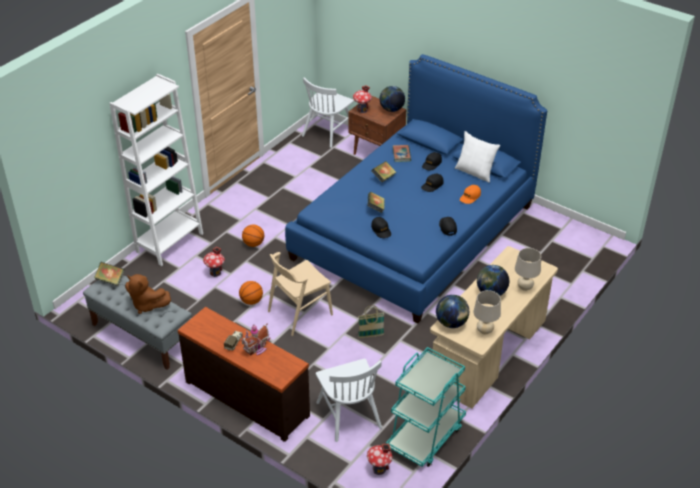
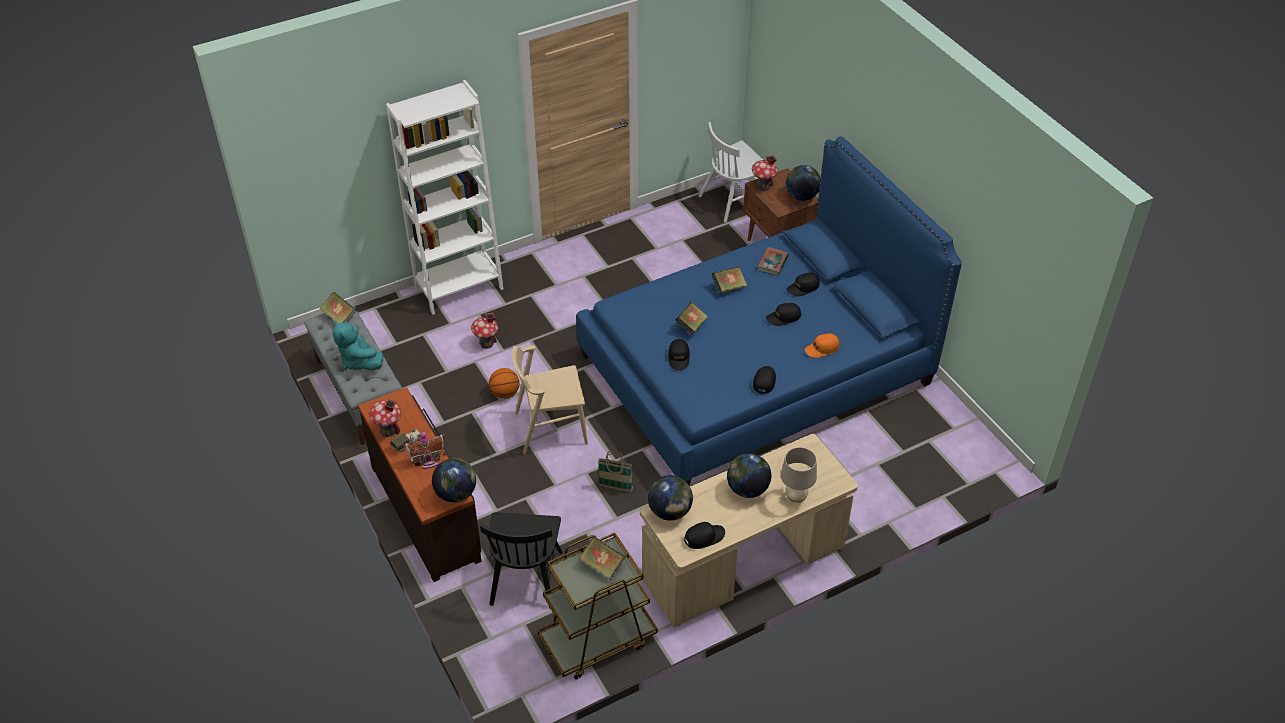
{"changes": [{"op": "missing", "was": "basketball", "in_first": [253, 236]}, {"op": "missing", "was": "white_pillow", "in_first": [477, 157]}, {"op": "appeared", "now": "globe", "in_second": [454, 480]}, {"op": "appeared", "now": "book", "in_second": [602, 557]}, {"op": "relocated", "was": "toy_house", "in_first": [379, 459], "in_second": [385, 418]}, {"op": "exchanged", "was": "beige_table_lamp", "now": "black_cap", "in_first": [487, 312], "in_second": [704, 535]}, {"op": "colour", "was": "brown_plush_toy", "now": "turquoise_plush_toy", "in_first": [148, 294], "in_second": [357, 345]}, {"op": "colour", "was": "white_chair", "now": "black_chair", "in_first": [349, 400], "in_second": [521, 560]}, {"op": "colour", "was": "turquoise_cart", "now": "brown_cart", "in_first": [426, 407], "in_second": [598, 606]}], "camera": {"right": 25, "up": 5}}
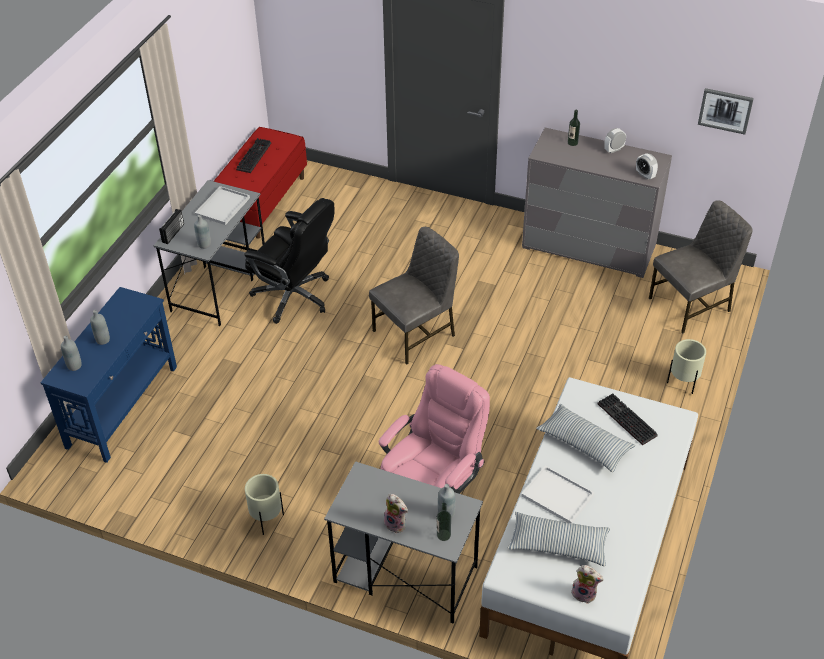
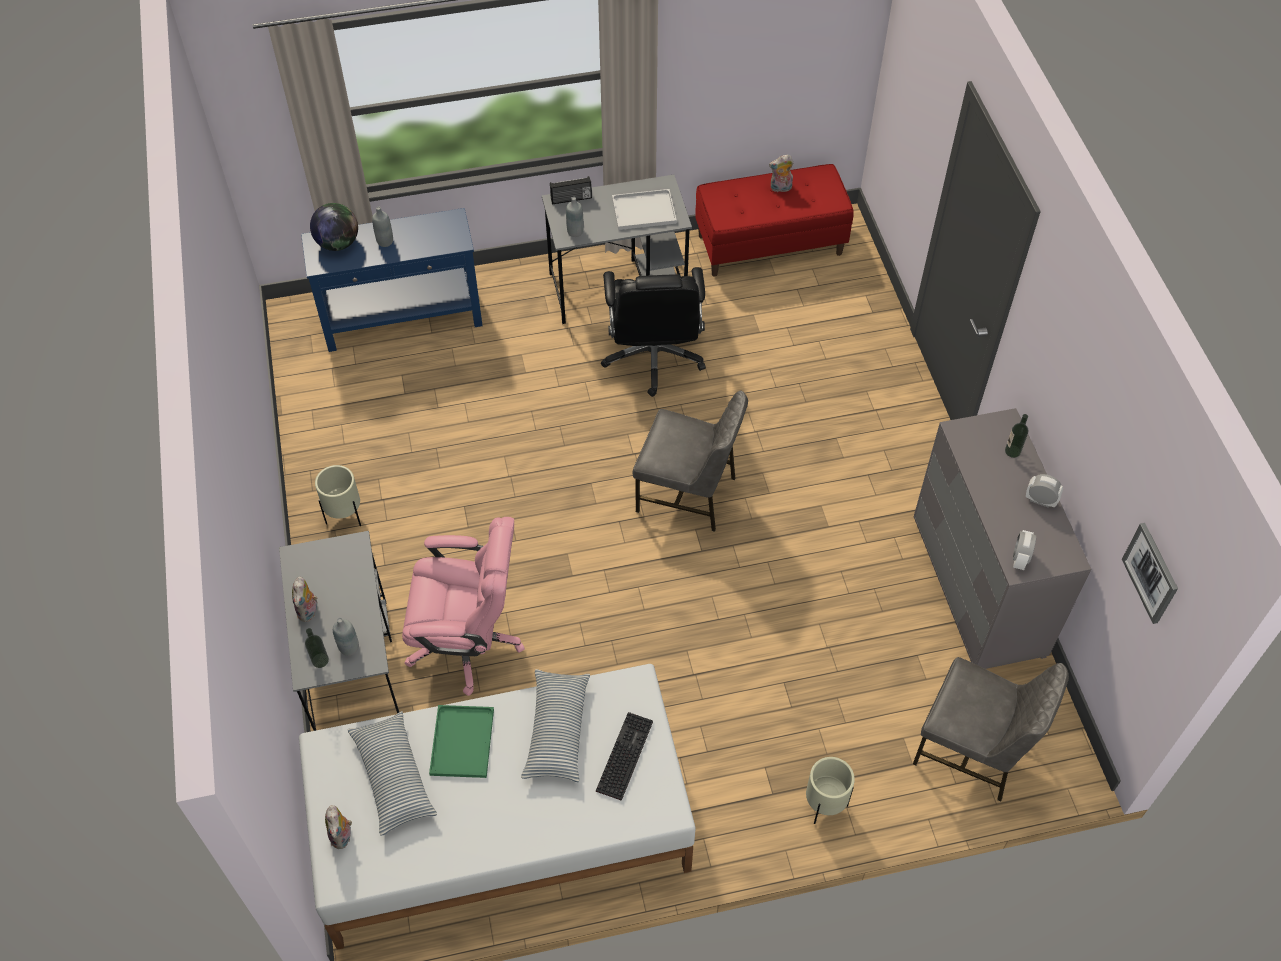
{"changes": [{"op": "exchanged", "was": "grey_bottle", "now": "globe", "in_first": [71, 353], "in_second": [334, 227]}, {"op": "exchanged", "was": "keyboard", "now": "plush_toy", "in_first": [253, 155], "in_second": [781, 173]}, {"op": "colour", "was": "white_tray", "now": "green_tray", "in_first": [557, 494], "in_second": [461, 741]}], "camera": {"right": 55, "up": 10}}
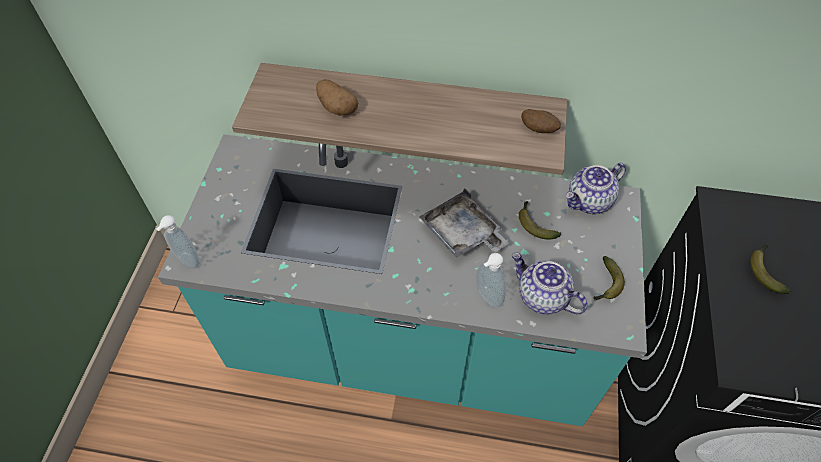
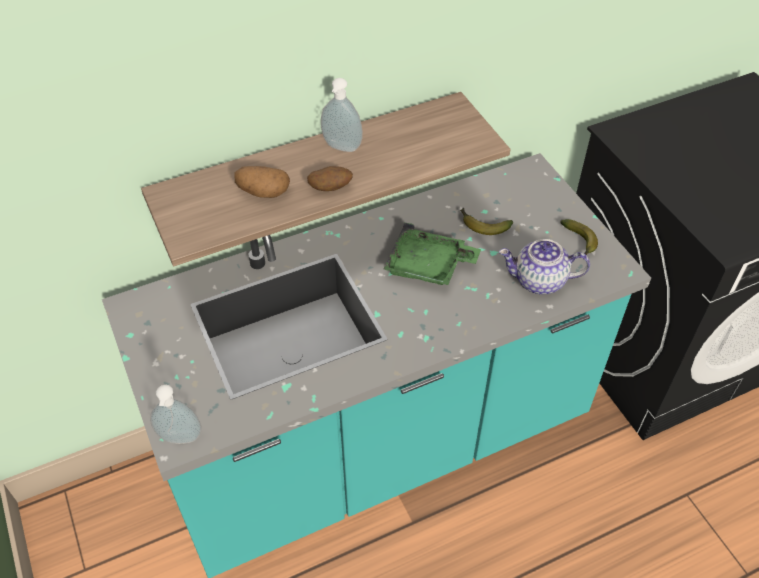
{"changes": [{"op": "missing", "was": "teapot", "in_first": [595, 188]}, {"op": "missing", "was": "banana", "in_first": [770, 269]}, {"op": "relocated", "was": "soap_dispenser", "in_first": [491, 280], "in_second": [342, 115]}, {"op": "relocated", "was": "potato", "in_first": [541, 121], "in_second": [330, 178]}, {"op": "colour", "was": "grey_tray", "now": "green_tray", "in_first": [464, 223], "in_second": [432, 253]}], "camera": {"right": -35, "up": -5}}
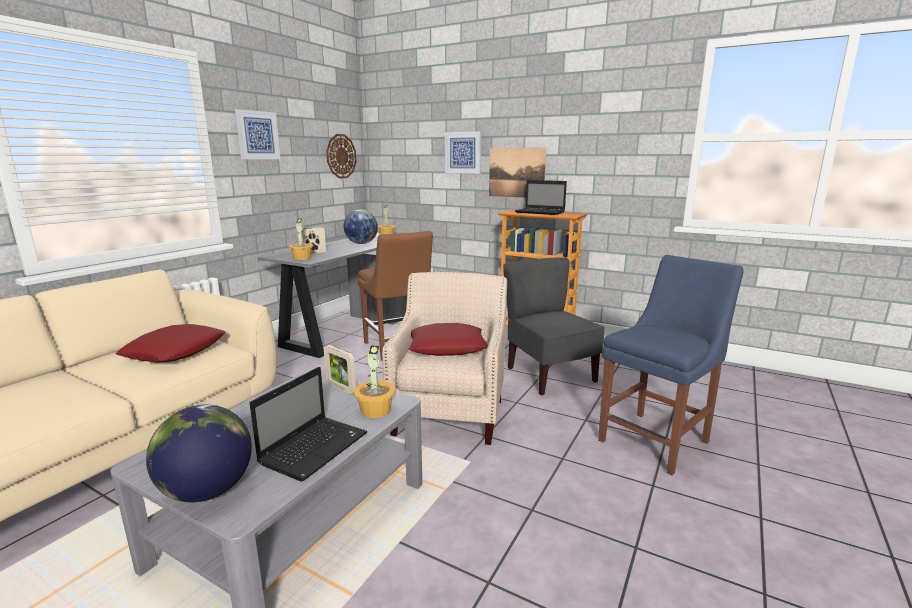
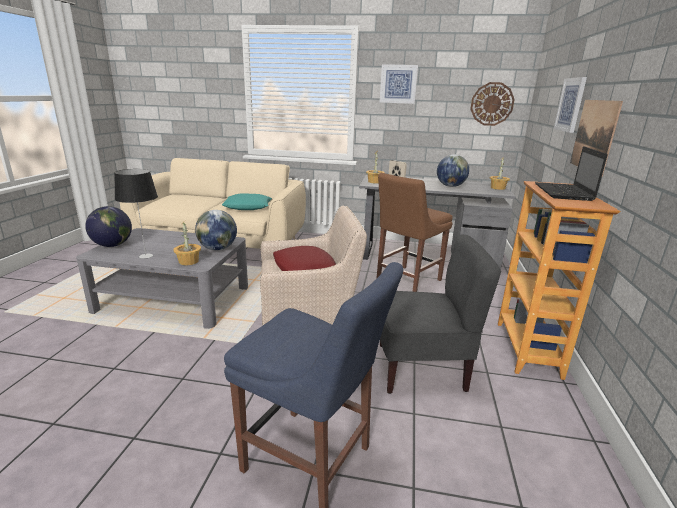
{"changes": [{"op": "exchanged", "was": "laptop", "now": "table_lamp", "in_first": [308, 424], "in_second": [136, 214]}, {"op": "exchanged", "was": "picture_frame", "now": "globe", "in_first": [340, 370], "in_second": [216, 230]}, {"op": "colour", "was": "red_pillow", "now": "turquoise_pillow", "in_first": [170, 343], "in_second": [247, 201]}, {"op": "spun", "was": "grey_chair", "in_first": [554, 326], "in_second": [440, 314], "clockwise": 45}], "camera": {"right": 70, "up": 5}}
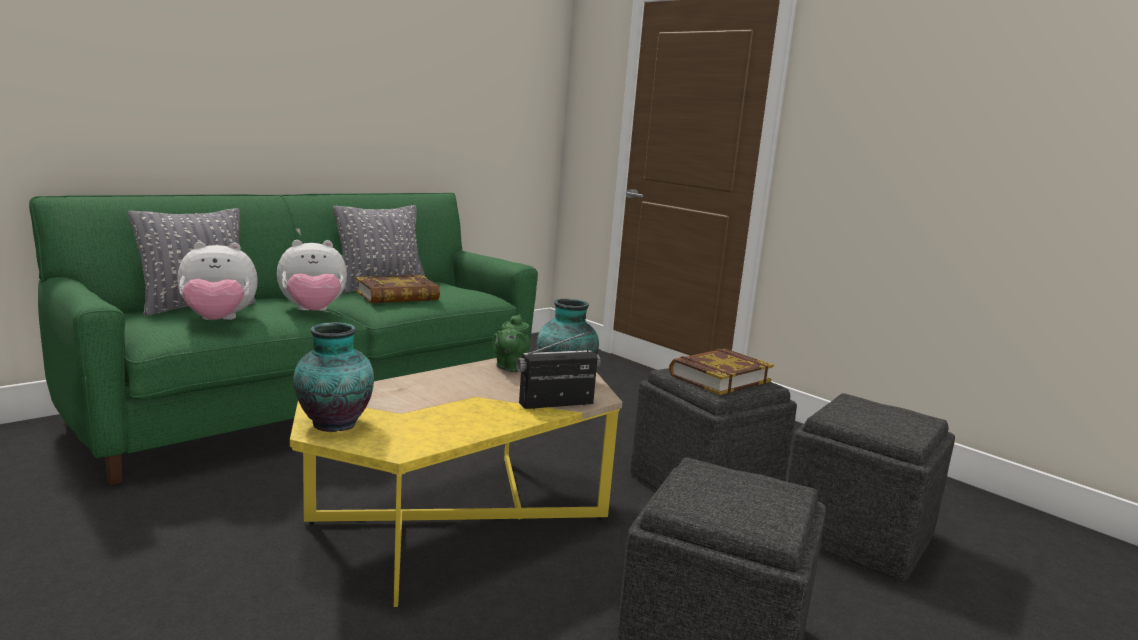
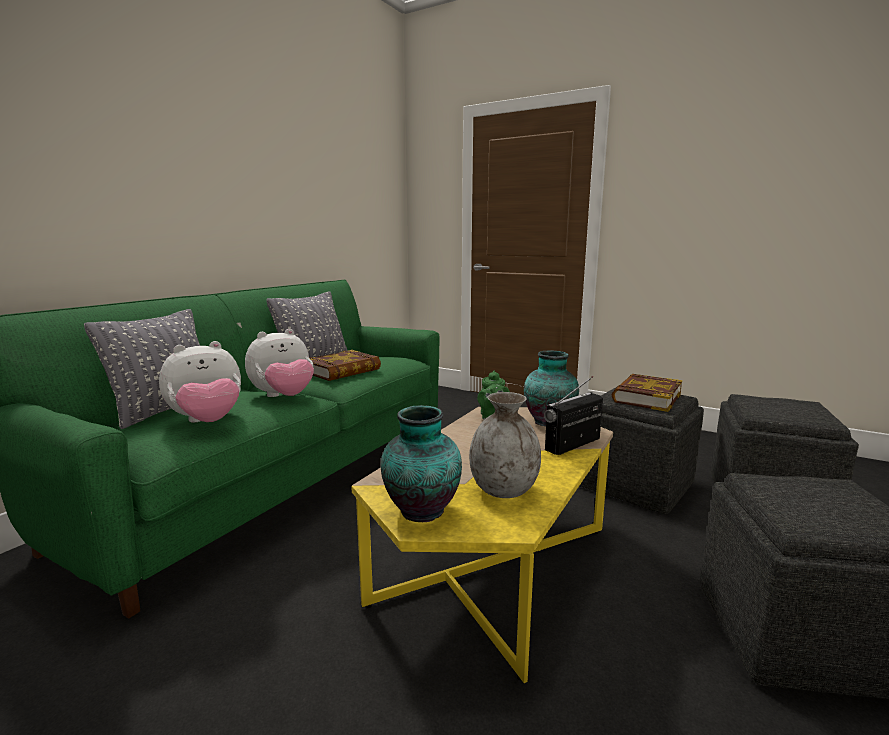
{"changes": [{"op": "appeared", "now": "grey_vase", "in_second": [505, 445]}], "camera": {"right": -15, "up": 0}}
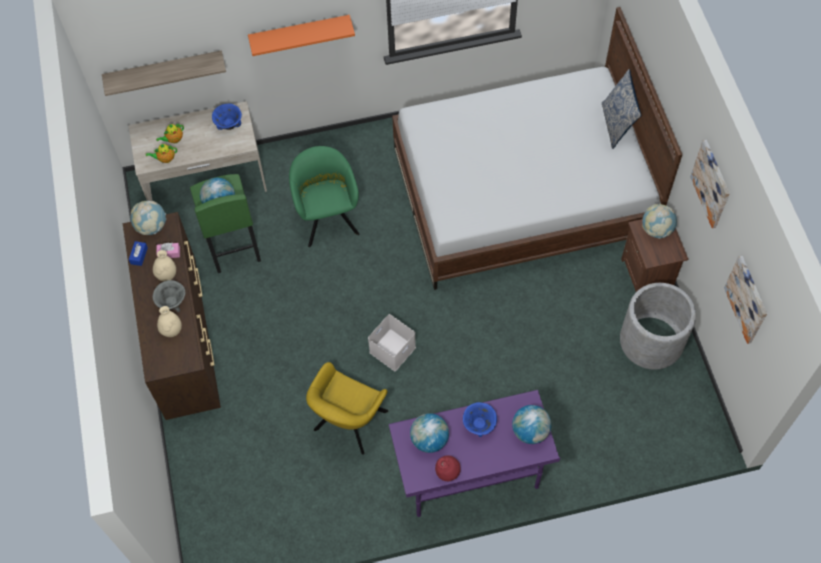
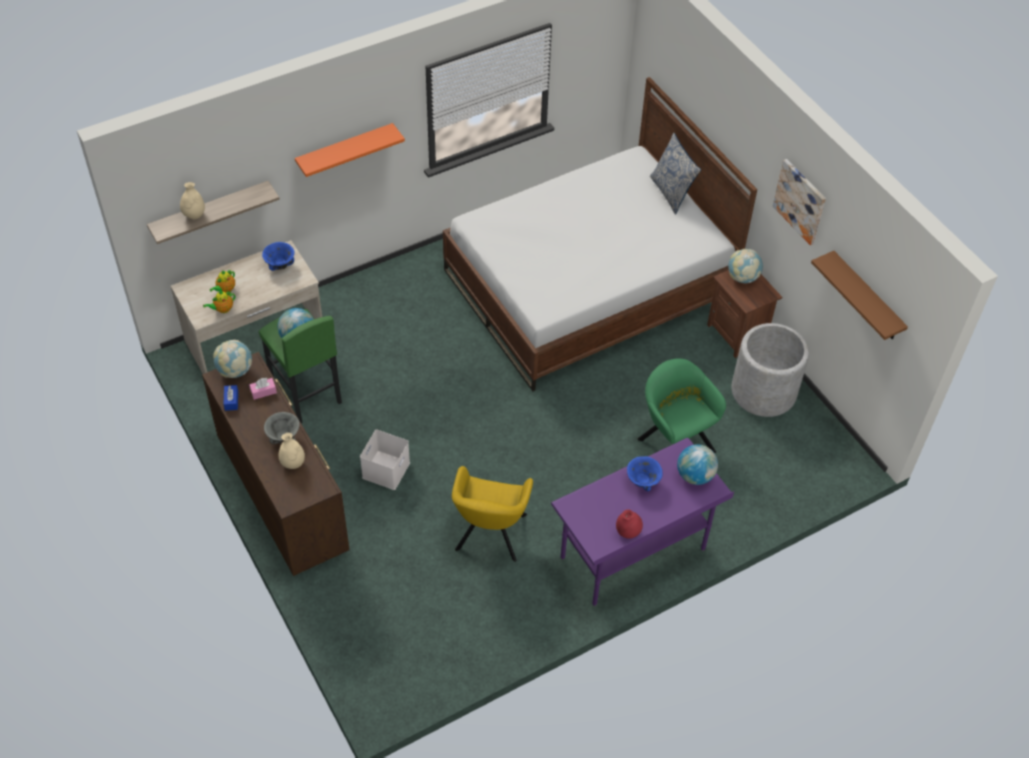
{"changes": [{"op": "missing", "was": "globe", "in_first": [429, 433]}, {"op": "relocated", "was": "beige_vase", "in_first": [164, 265], "in_second": [192, 200]}, {"op": "relocated", "was": "green_armchair", "in_first": [324, 196], "in_second": [682, 406]}, {"op": "relocated", "was": "white_storage_box", "in_first": [392, 342], "in_second": [385, 459]}, {"op": "exchanged", "was": "picture", "now": "brown_shelf", "in_first": [745, 300], "in_second": [859, 295]}], "camera": {"right": -20, "up": -10}}
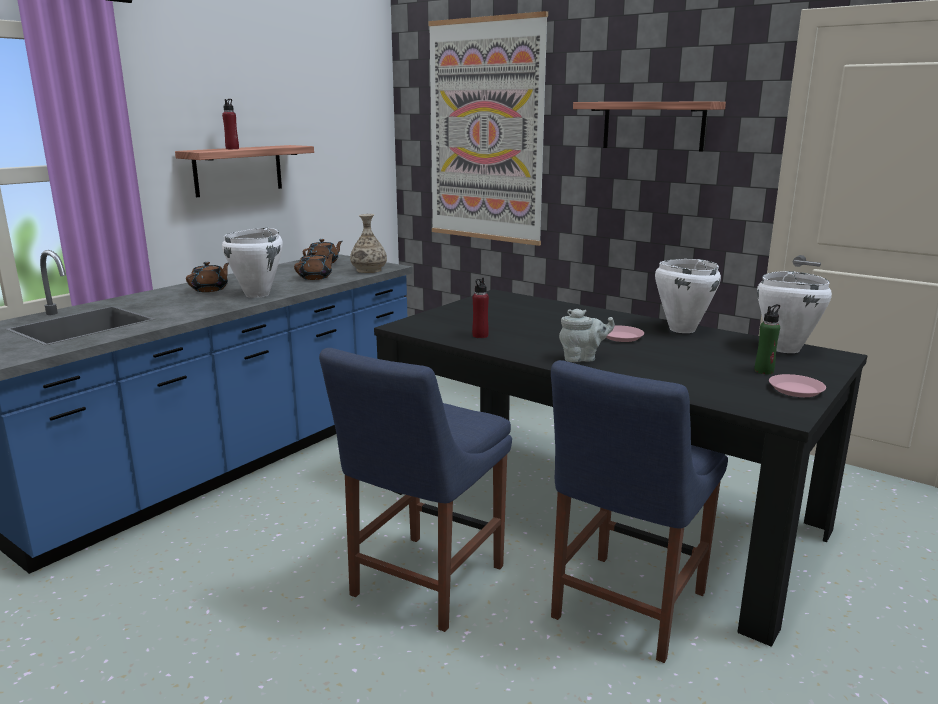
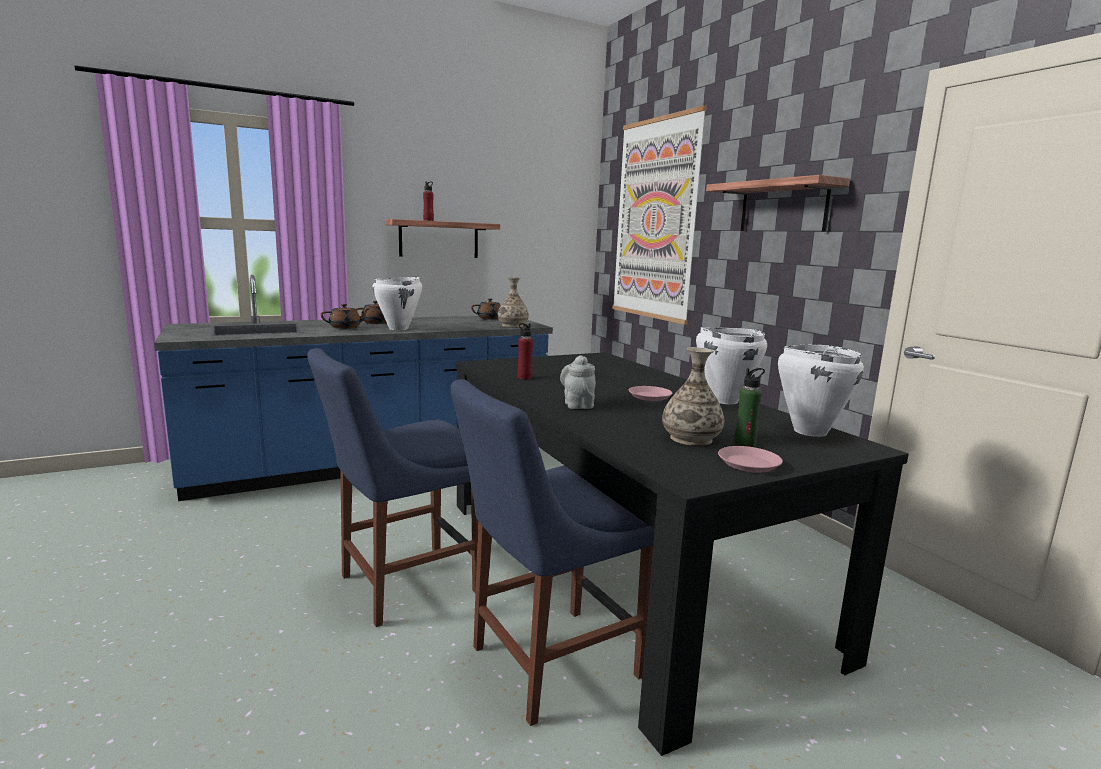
{"changes": [{"op": "appeared", "now": "vase", "in_second": [693, 396]}, {"op": "relocated", "was": "brown_teapot", "in_first": [314, 265], "in_second": [346, 316]}, {"op": "spun", "was": "grey_teapot", "in_first": [587, 335], "in_second": [578, 382], "clockwise": -120}], "camera": {"right": 25, "up": -5}}
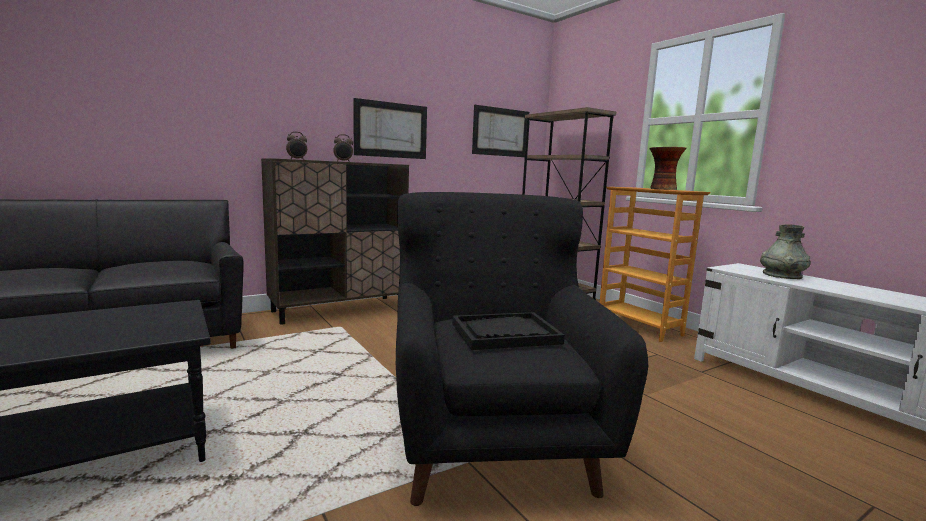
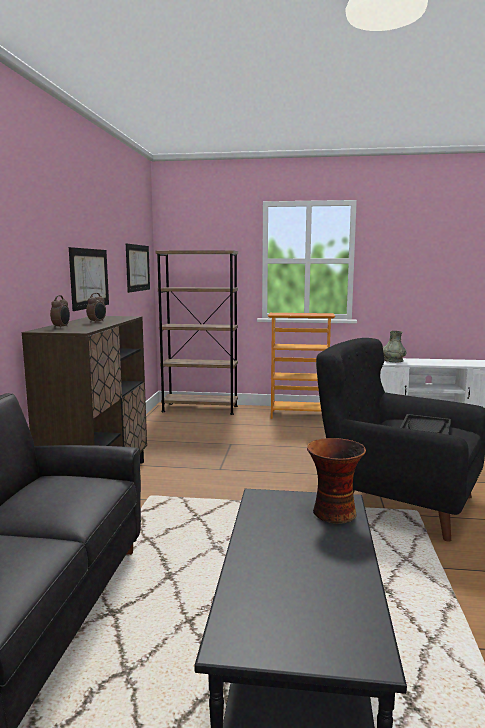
{"changes": [{"op": "relocated", "was": "vase", "in_first": [667, 168], "in_second": [336, 480]}], "camera": {"right": -50, "up": 0}}
